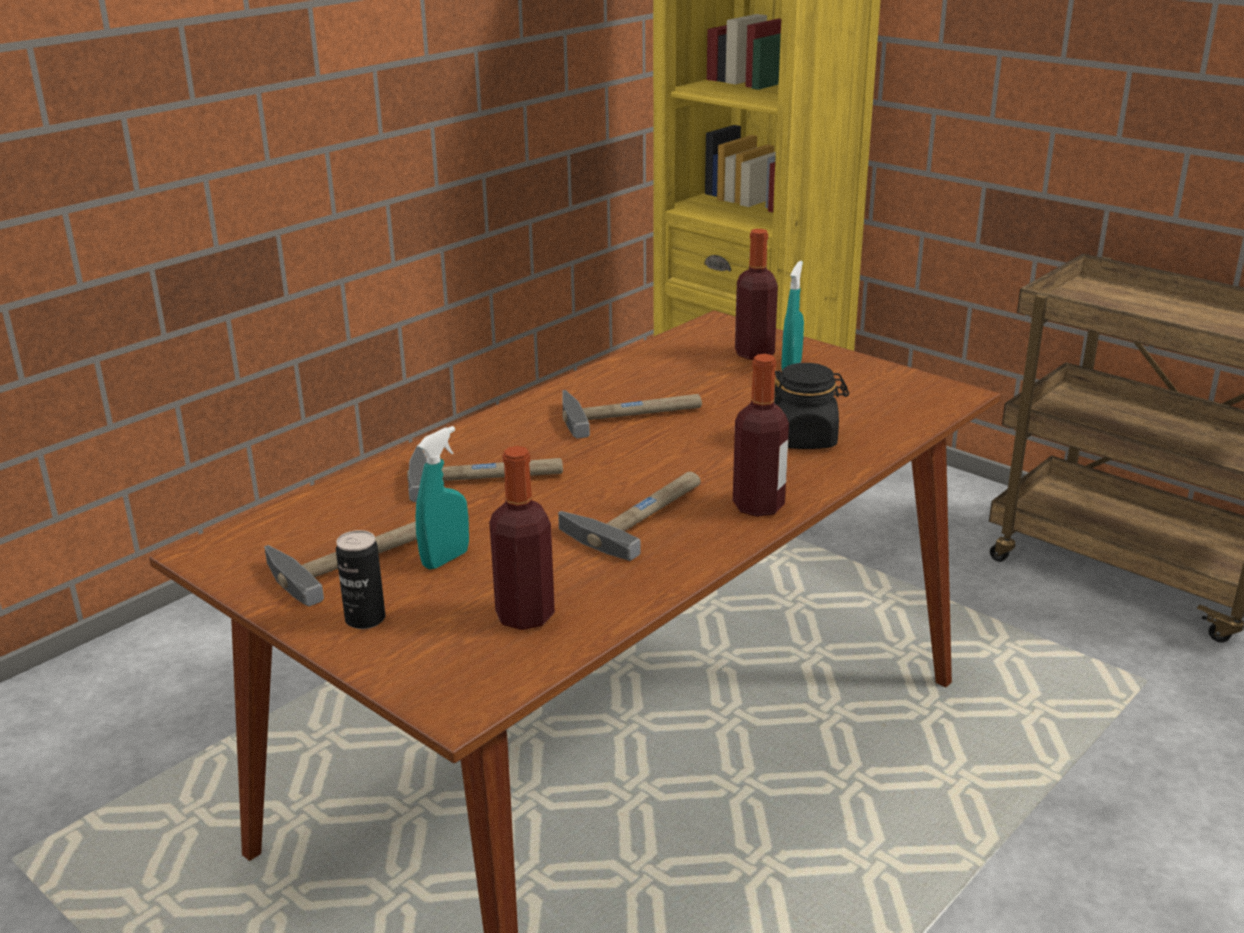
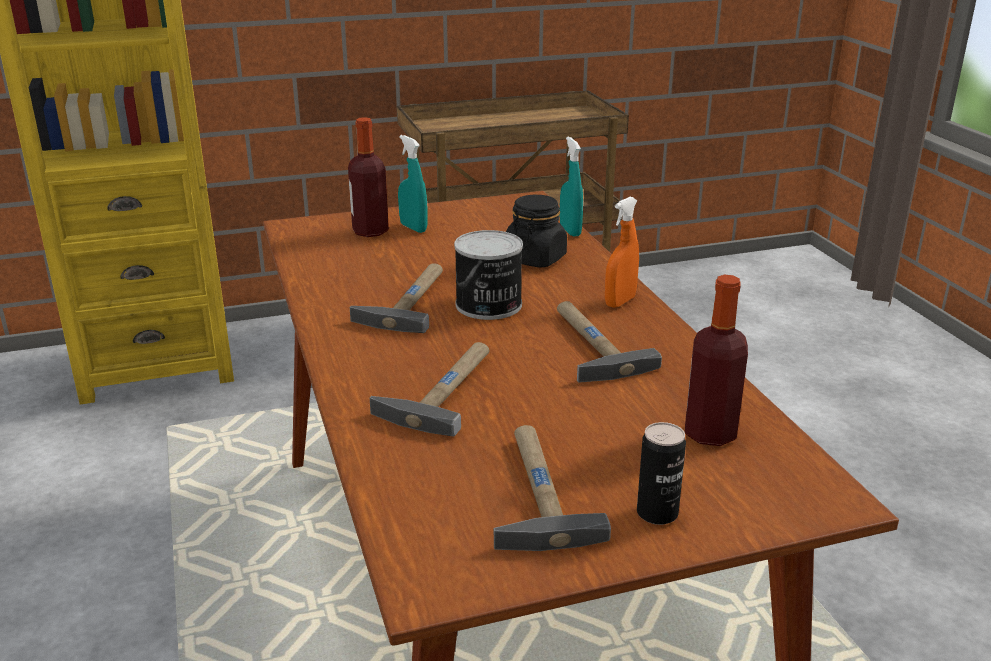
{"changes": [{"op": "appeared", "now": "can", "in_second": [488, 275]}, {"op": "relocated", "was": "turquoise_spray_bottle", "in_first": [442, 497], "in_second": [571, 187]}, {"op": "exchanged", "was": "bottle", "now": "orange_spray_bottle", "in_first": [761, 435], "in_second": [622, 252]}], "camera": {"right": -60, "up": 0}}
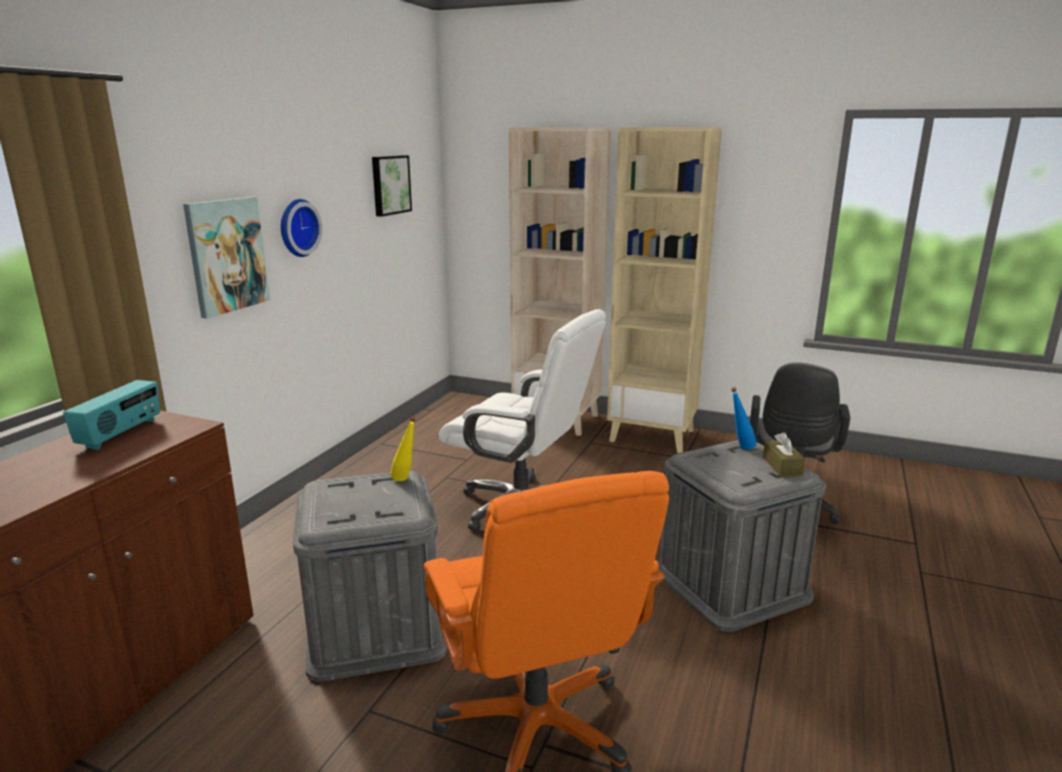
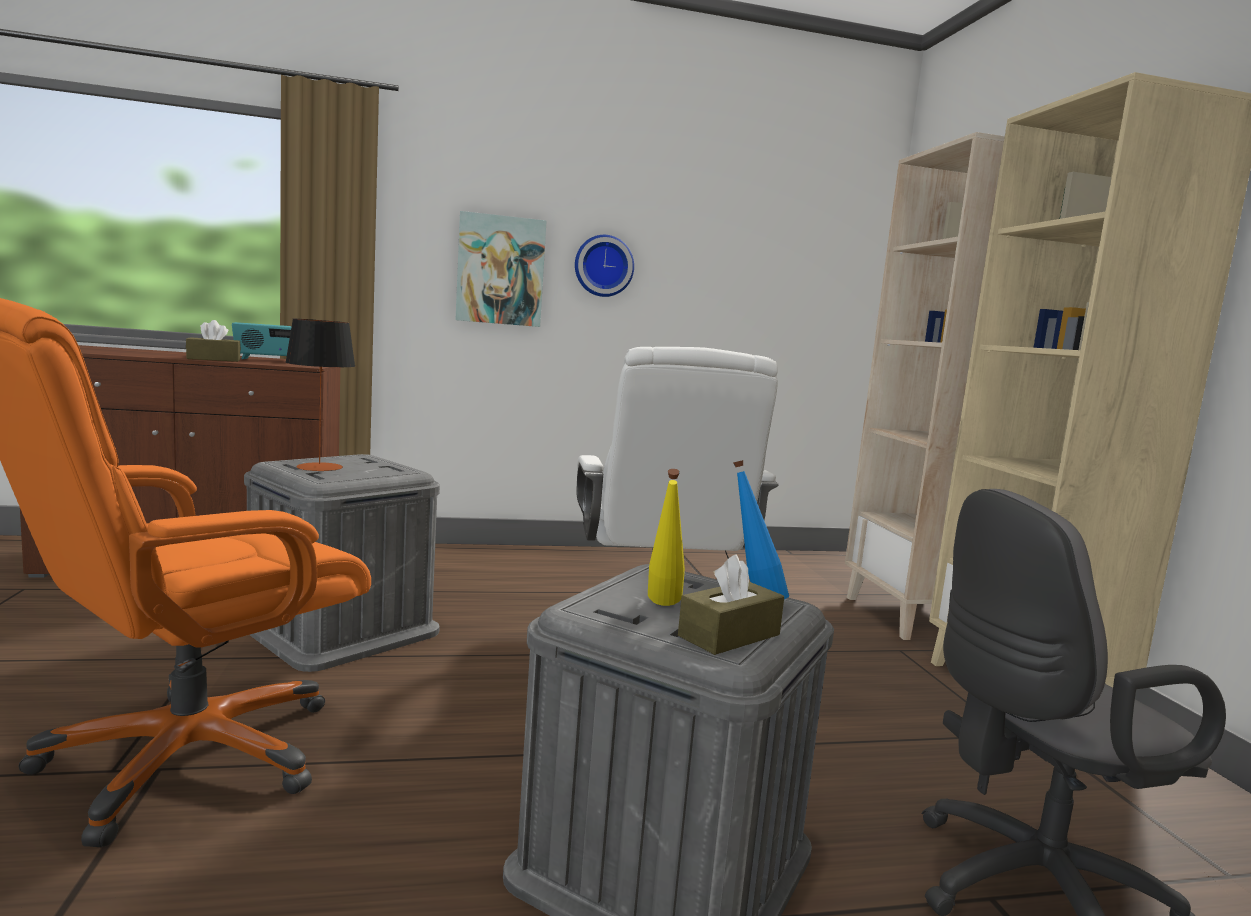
{"changes": [{"op": "missing", "was": "picture", "in_first": [392, 186]}, {"op": "appeared", "now": "brown_tissue_box", "in_second": [213, 341]}, {"op": "appeared", "now": "table_lamp", "in_second": [320, 395]}, {"op": "relocated", "was": "yellow_bottle", "in_first": [403, 448], "in_second": [666, 537]}], "camera": {"right": 55, "up": -10}}
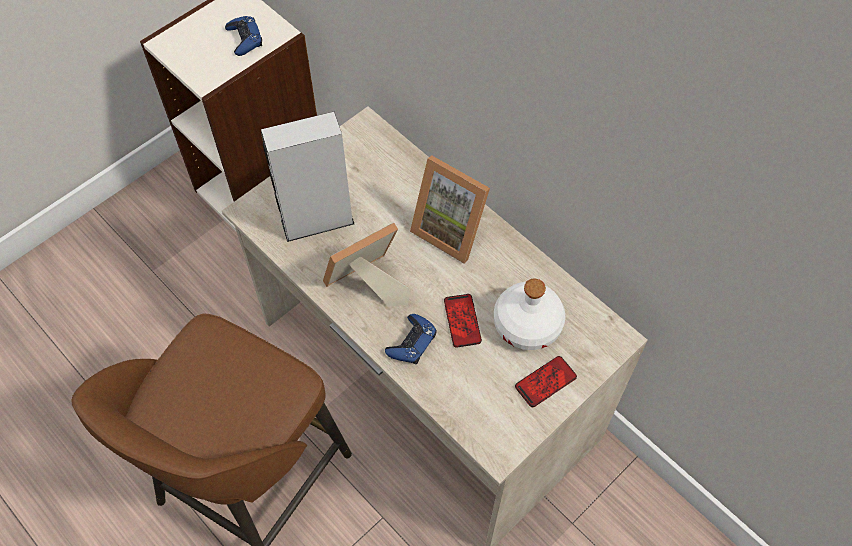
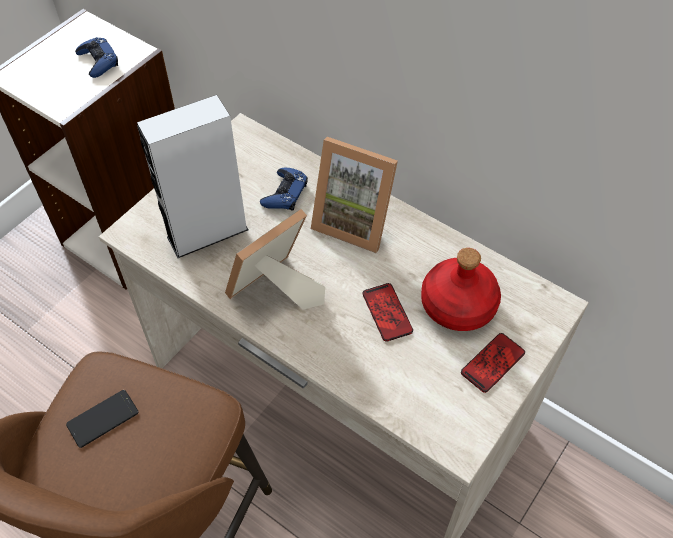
{"changes": [{"op": "appeared", "now": "phone", "in_second": [102, 419]}, {"op": "relocated", "was": "blue_game_controller", "in_first": [411, 339], "in_second": [284, 189]}, {"op": "colour", "was": "white_bottle", "now": "red_bottle", "in_first": [529, 314], "in_second": [461, 289]}], "camera": {"right": -10, "up": -5}}
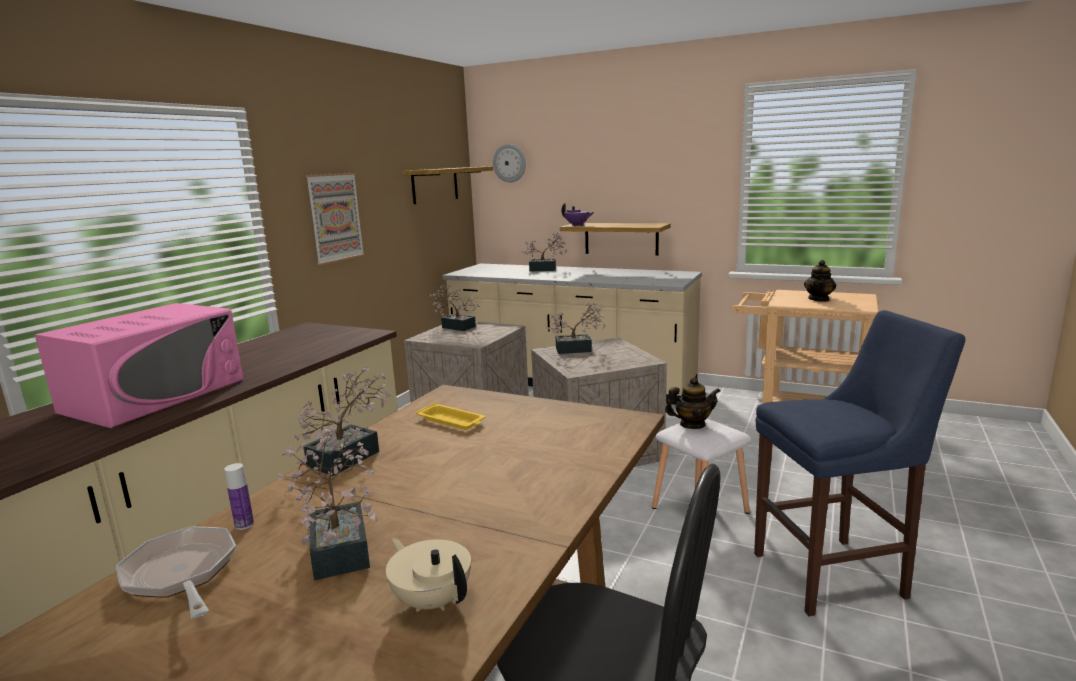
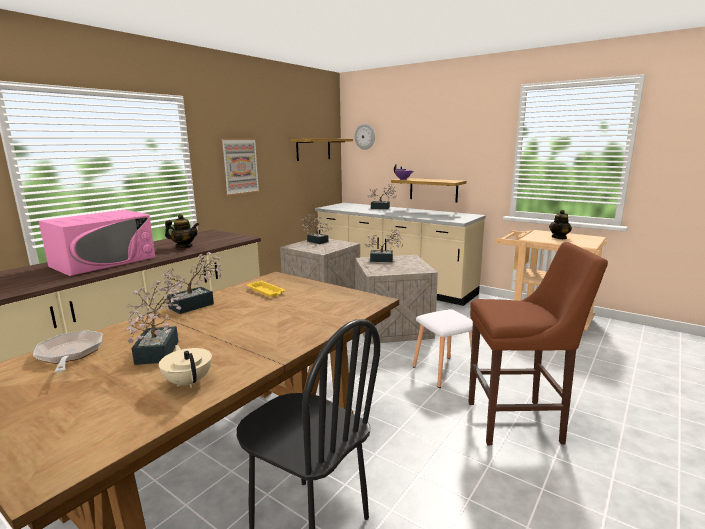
{"changes": [{"op": "missing", "was": "bottle", "in_first": [239, 496]}, {"op": "relocated", "was": "teapot", "in_first": [692, 403], "in_second": [182, 231]}, {"op": "colour", "was": "blue_stool", "now": "brown_stool", "in_first": [859, 463], "in_second": [538, 343]}], "camera": {"right": 10, "up": 0}}
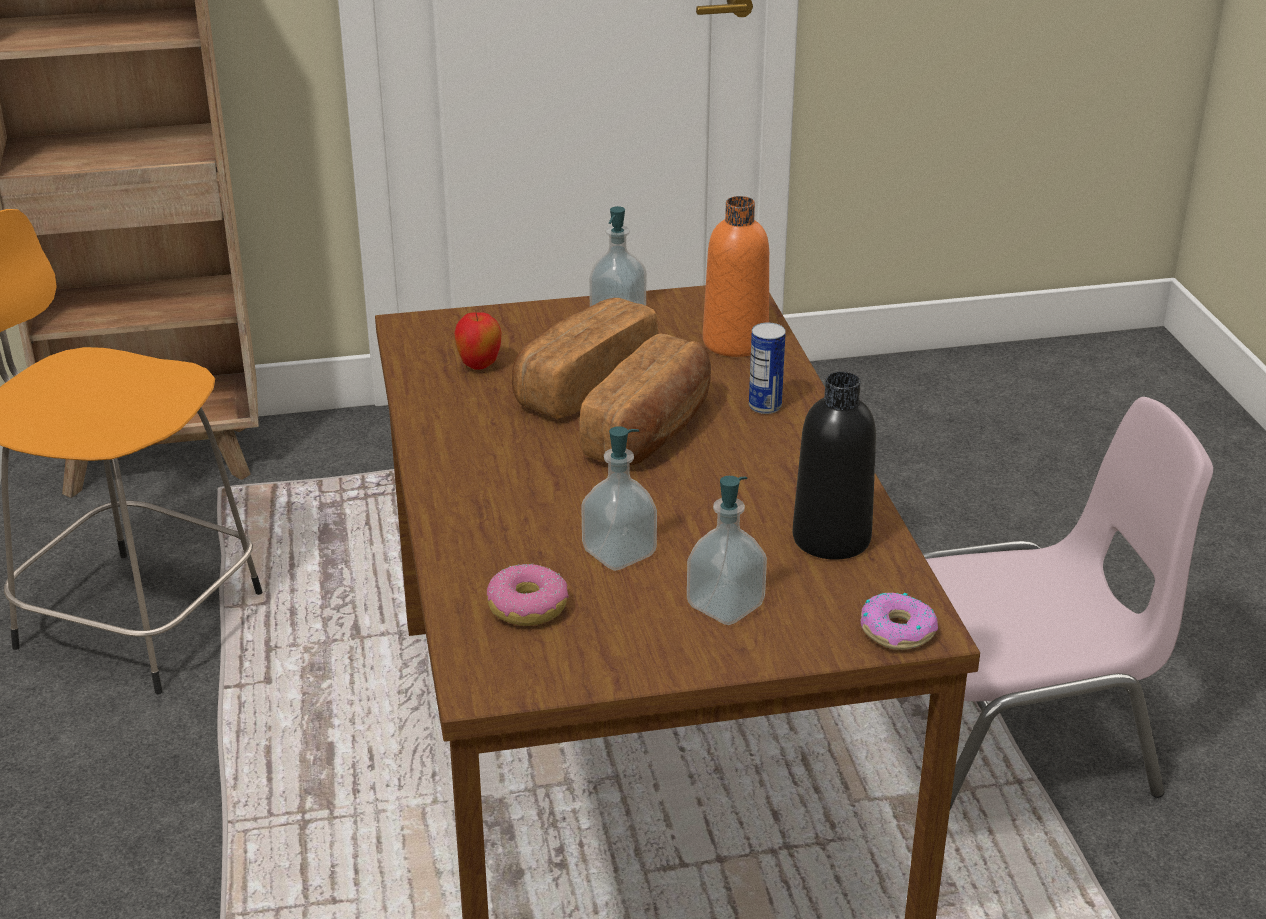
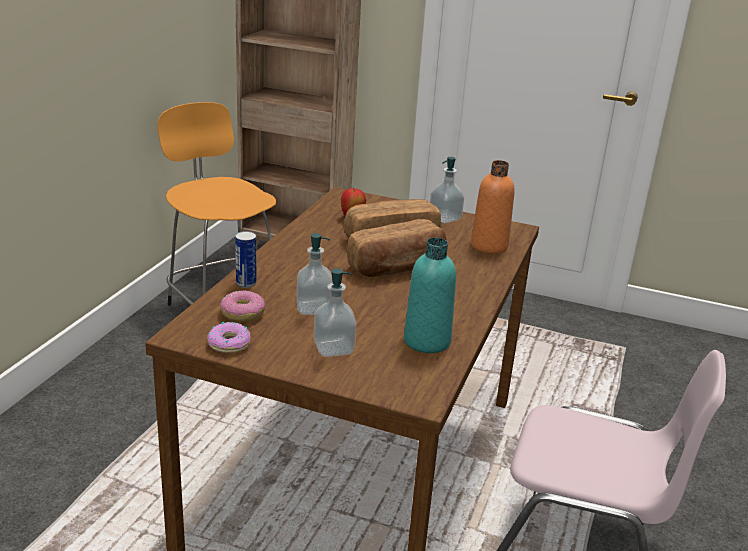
{"changes": [{"op": "relocated", "was": "can", "in_first": [767, 368], "in_second": [246, 259]}, {"op": "relocated", "was": "donut", "in_first": [899, 621], "in_second": [229, 337]}, {"op": "colour", "was": "black_bottle", "now": "turquoise_bottle", "in_first": [834, 466], "in_second": [430, 295]}], "camera": {"right": 30, "up": -5}}
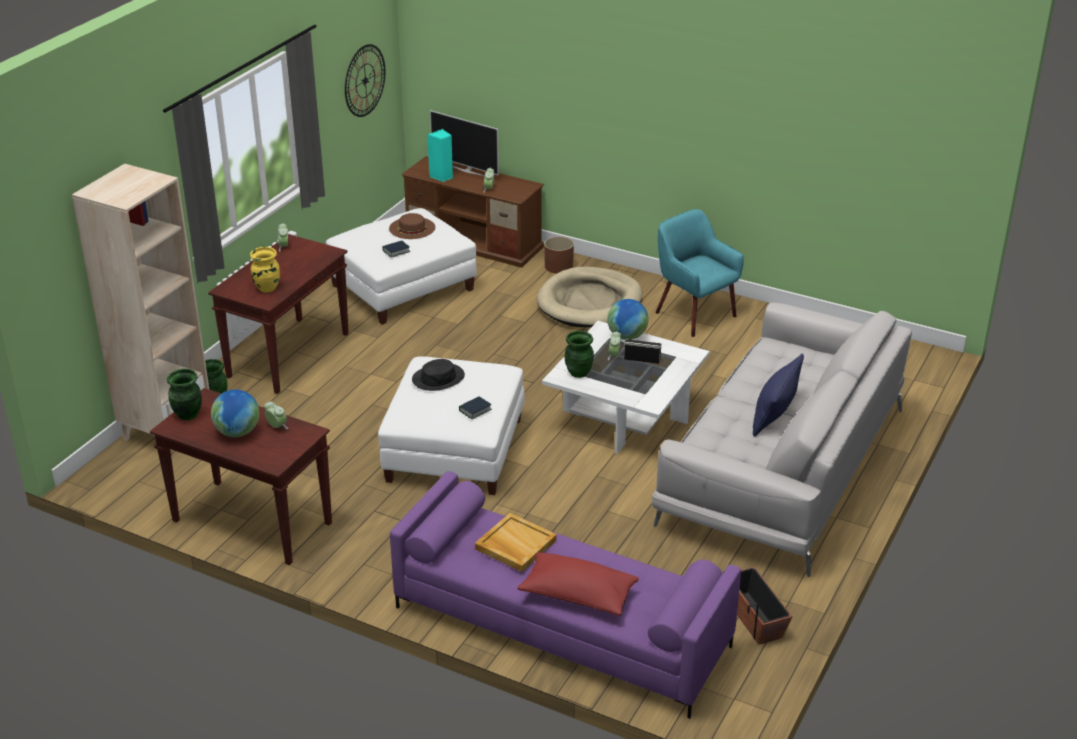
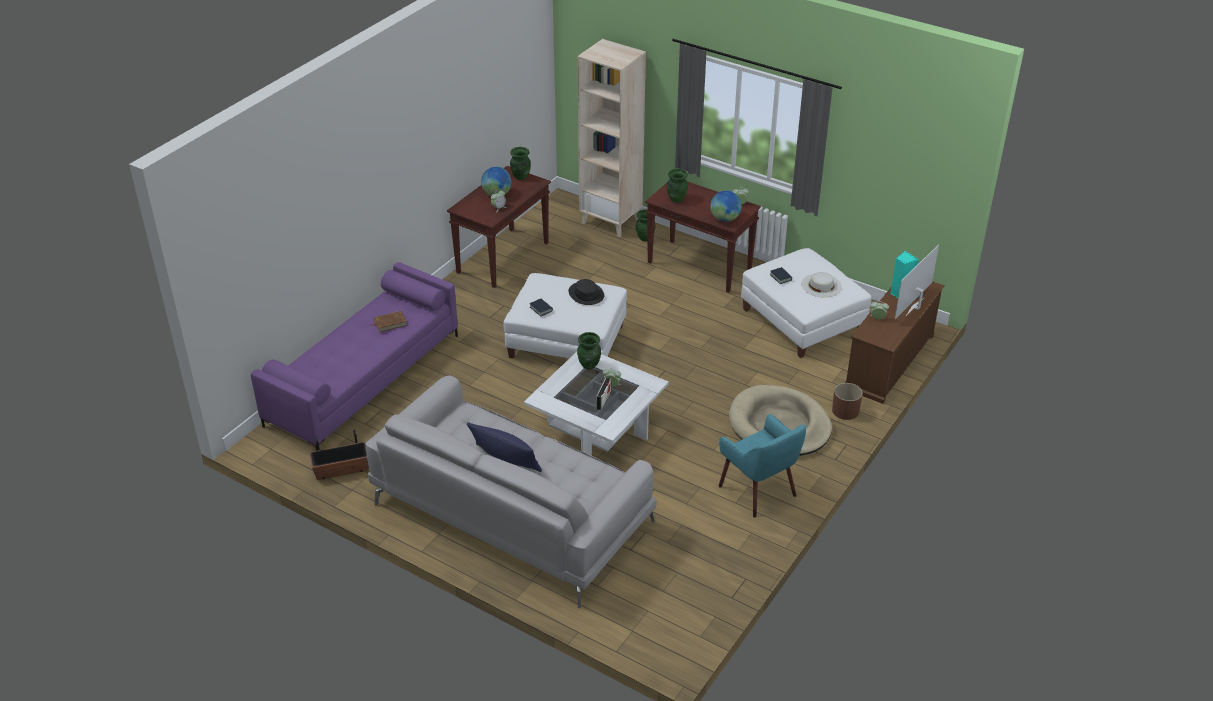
{"changes": [{"op": "missing", "was": "wall_clock", "in_first": [365, 80]}, {"op": "missing", "was": "red_pillow", "in_first": [578, 584]}, {"op": "relocated", "was": "globe", "in_first": [628, 319], "in_second": [726, 206]}, {"op": "exchanged", "was": "beige_tray", "now": "brown_book", "in_first": [516, 542], "in_second": [389, 321]}, {"op": "colour", "was": "yellow_vase", "now": "green_vase", "in_first": [265, 269], "in_second": [677, 186]}, {"op": "colour", "was": "brown_hat", "now": "white_hat", "in_first": [412, 226], "in_second": [821, 284]}, {"op": "spun", "was": "turquoise_armchair", "in_first": [699, 273], "in_second": [762, 466], "clockwise": 90}], "camera": {"right": 95, "up": 5}}
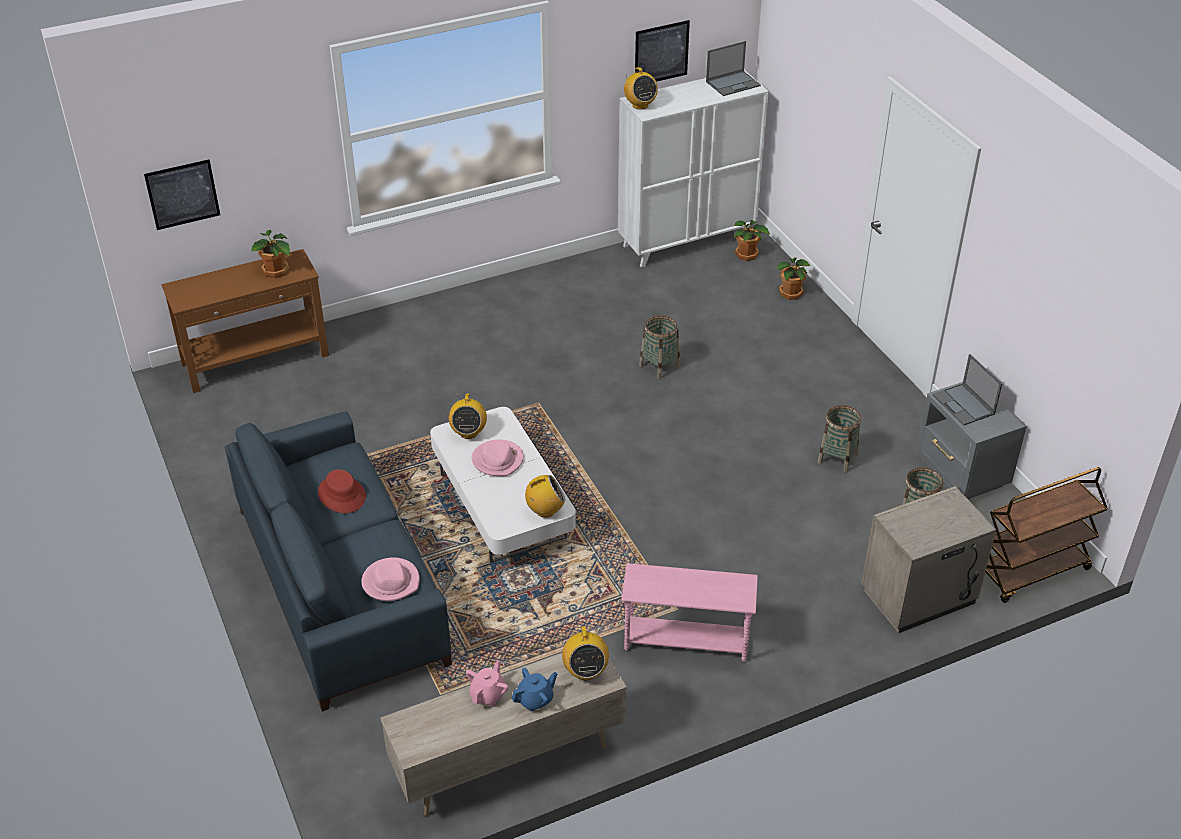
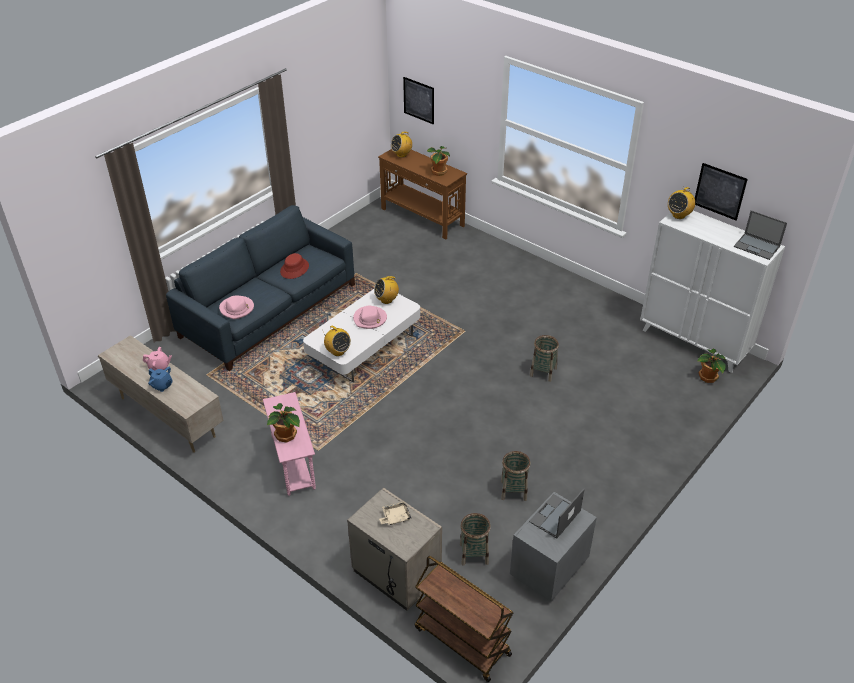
{"changes": [{"op": "appeared", "now": "beige_tray", "in_second": [395, 513]}, {"op": "relocated", "was": "radio", "in_first": [585, 653], "in_second": [401, 144]}, {"op": "relocated", "was": "potted_plant", "in_first": [794, 278], "in_second": [283, 422]}], "camera": {"right": 65, "up": 0}}
